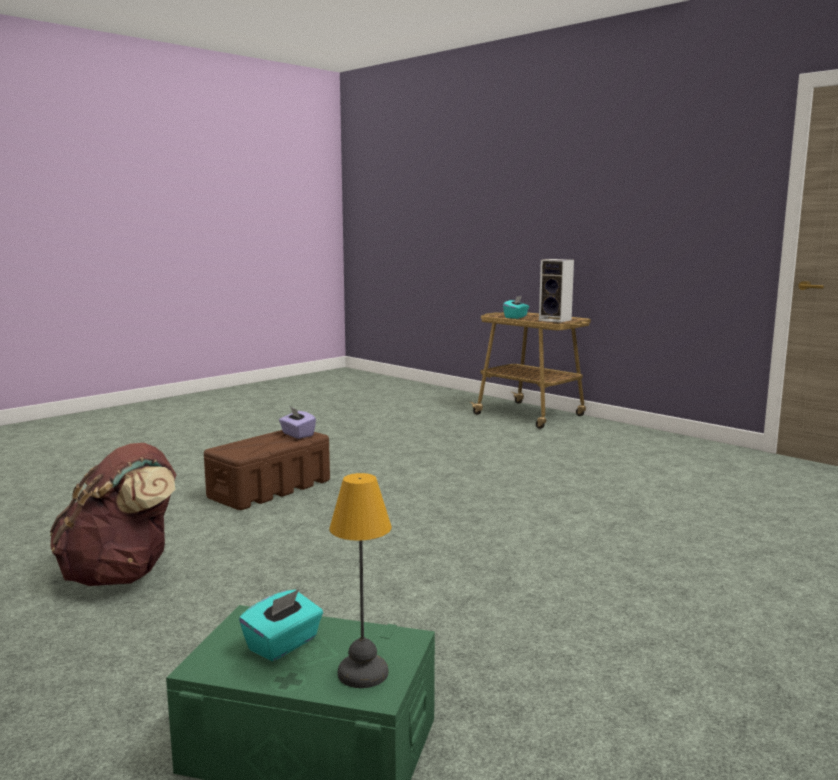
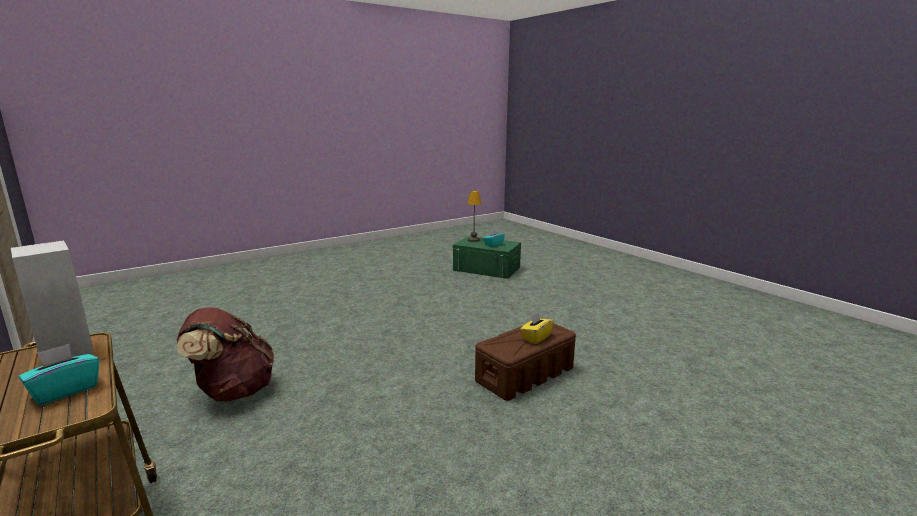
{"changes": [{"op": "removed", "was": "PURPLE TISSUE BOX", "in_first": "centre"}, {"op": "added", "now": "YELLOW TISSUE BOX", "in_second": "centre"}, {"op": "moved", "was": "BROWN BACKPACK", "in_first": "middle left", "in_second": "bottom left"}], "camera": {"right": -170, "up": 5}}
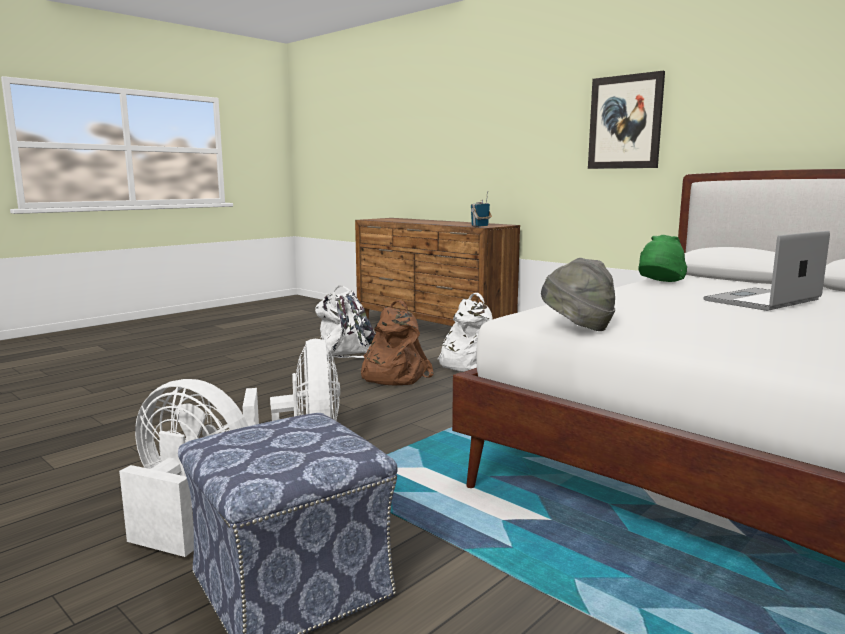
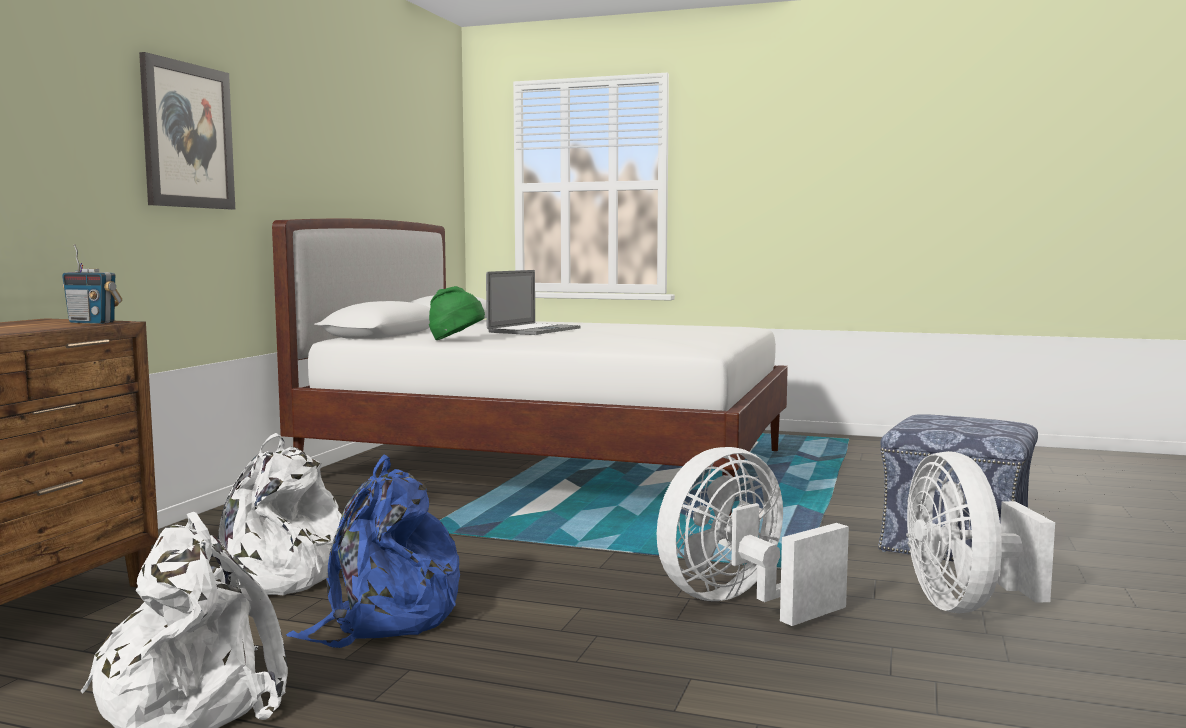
{"changes": [{"op": "removed", "was": "GREY HAT", "in_first": "middle right"}, {"op": "recoloured", "was": "BROWN BACKPACK", "now": "BLUE BACKPACK", "in_first": "centre", "in_second": "bottom left"}, {"op": "turned", "was": "LAPTOP", "in_first": "middle right", "in_second": "centre", "clockwise": -90}], "camera": {"right": -115, "up": -5}}
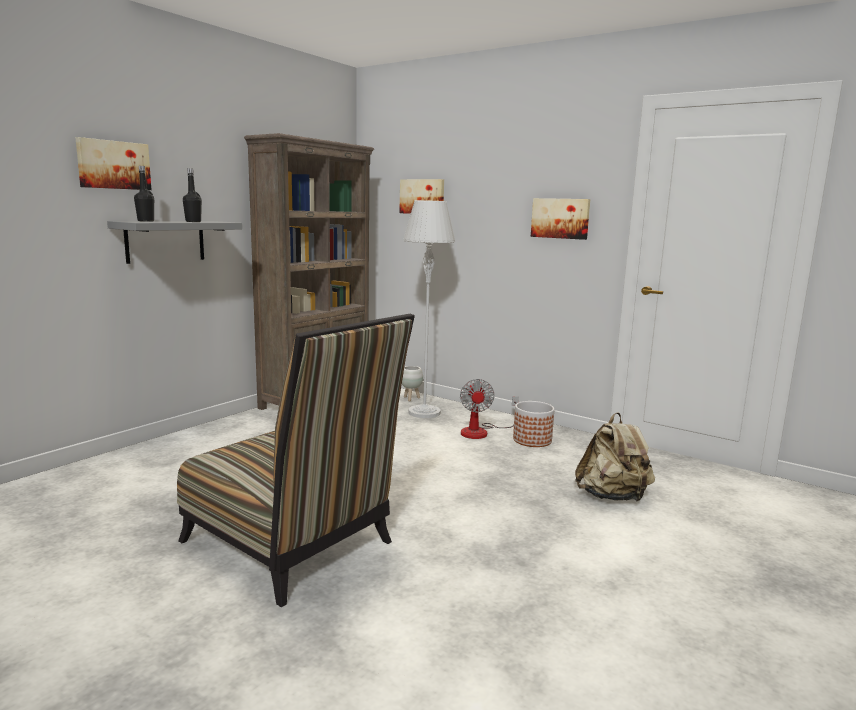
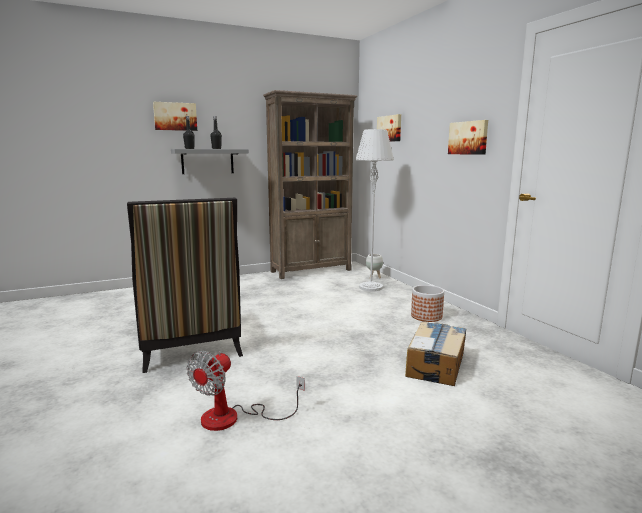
{"changes": [{"op": "moved", "was": "FAN", "in_first": "centre", "in_second": "bottom centre"}, {"op": "replaced", "was": "BEIGE BACKPACK", "now": "CARDBOARD BOX", "in_first": "middle right", "in_second": "bottom right"}], "camera": {"right": 30, "up": 0}}
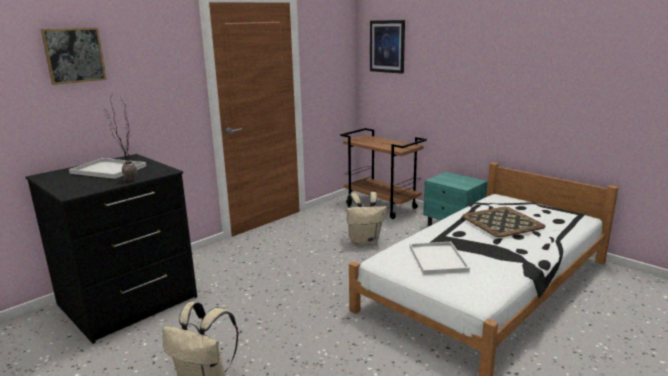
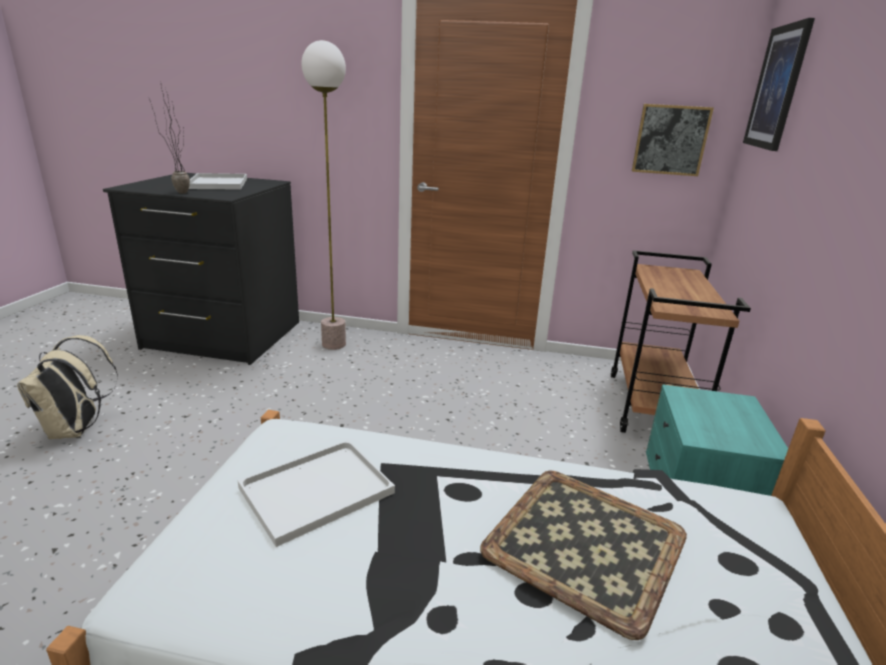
{"changes": [{"op": "removed", "was": "BEIGE BACKPACK (2nd from left)", "in_first": "centre"}, {"op": "added", "now": "FLOOR LAMP", "in_second": "top centre"}, {"op": "moved", "was": "PICTURE (1st from left)", "in_first": "top left", "in_second": "top right"}], "camera": {"right": 55, "up": 5}}
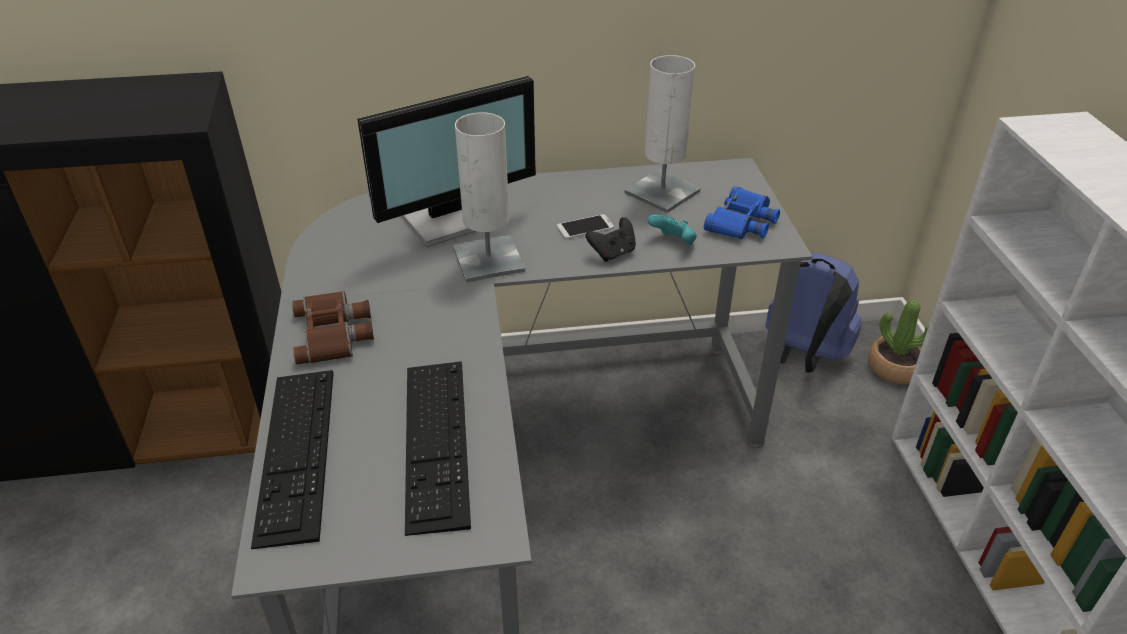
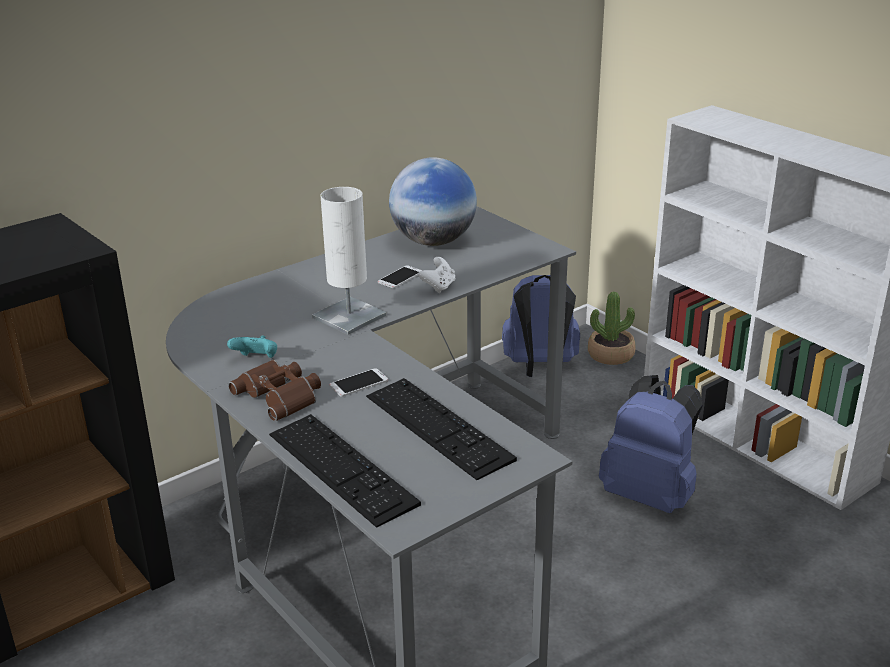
{"changes": [{"op": "removed", "was": "MONITOR", "in_first": "top centre"}, {"op": "removed", "was": "BLUE BINOCULARS", "in_first": "centre"}, {"op": "added", "now": "PHONE (1st from left)", "in_second": "centre"}, {"op": "added", "now": "BLUE BACKPACK (2nd from left)", "in_second": "middle right"}, {"op": "moved", "was": "TURQUOISE GAME CONTROLLER", "in_first": "centre", "in_second": "middle left"}, {"op": "replaced", "was": "WHITE TABLE LAMP (2nd from left)", "now": "GLOBE", "in_first": "top centre", "in_second": "top centre"}, {"op": "recoloured", "was": "BLACK GAME CONTROLLER", "now": "WHITE GAME CONTROLLER", "in_first": "centre", "in_second": "centre"}], "camera": {"right": -30, "up": -10}}
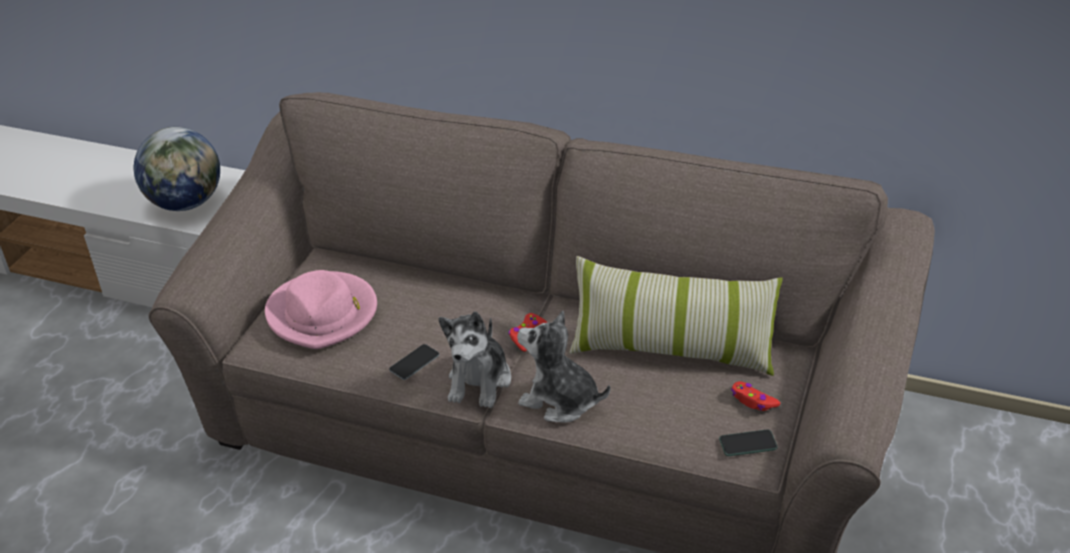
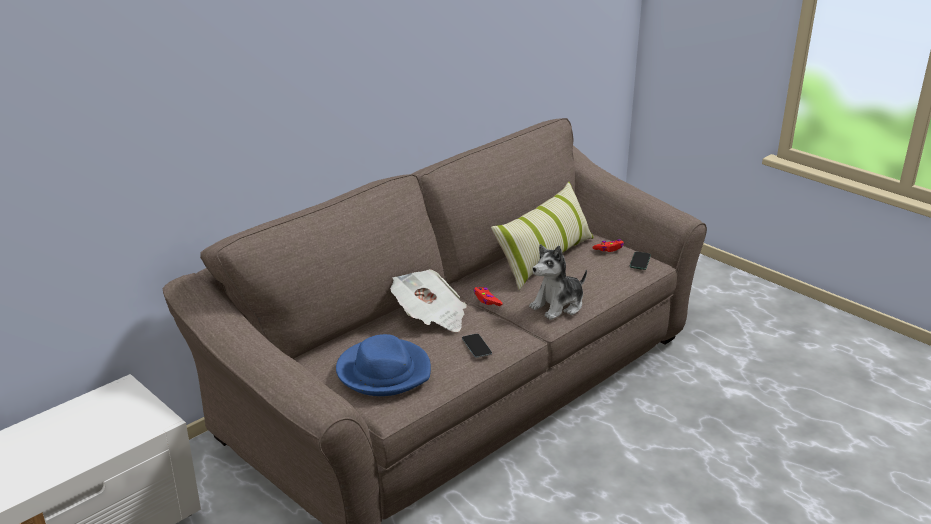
{"changes": [{"op": "removed", "was": "GLOBE", "in_first": "top left"}, {"op": "removed", "was": "PLUSH TOY (1st from left)", "in_first": "centre"}, {"op": "added", "now": "NEWSPAPER", "in_second": "centre"}, {"op": "recoloured", "was": "PINK HAT", "now": "BLUE HAT", "in_first": "middle left", "in_second": "bottom centre"}], "camera": {"right": -65, "up": -10}}
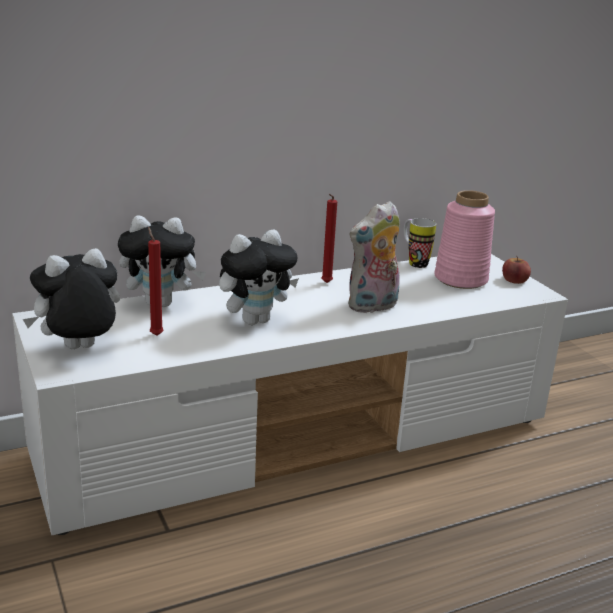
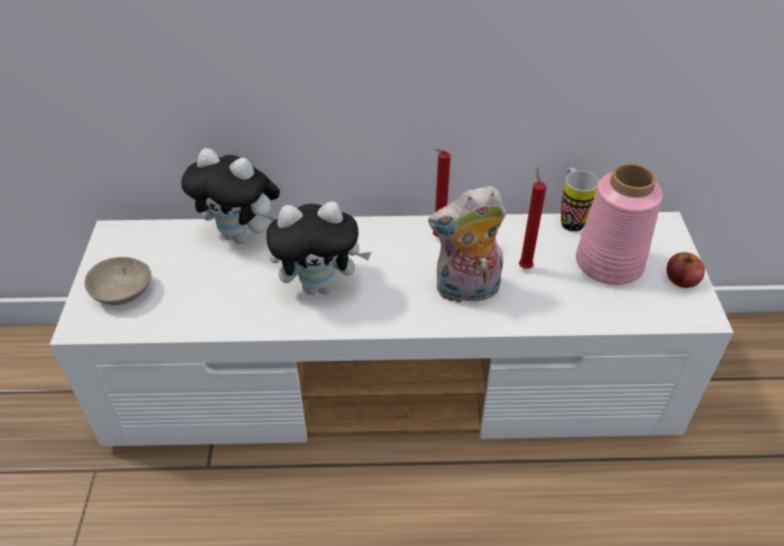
{"changes": [{"op": "moved", "was": "RED CANDLE (1st from left in the first image)", "now": "RED CANDLE (2nd from left)", "in_first": "middle left", "in_second": "middle right"}, {"op": "replaced", "was": "PLUSH TOY (1st from left)", "now": "BEIGE BOWL", "in_first": "middle left", "in_second": "middle left"}], "camera": {"right": 25, "up": 20}}
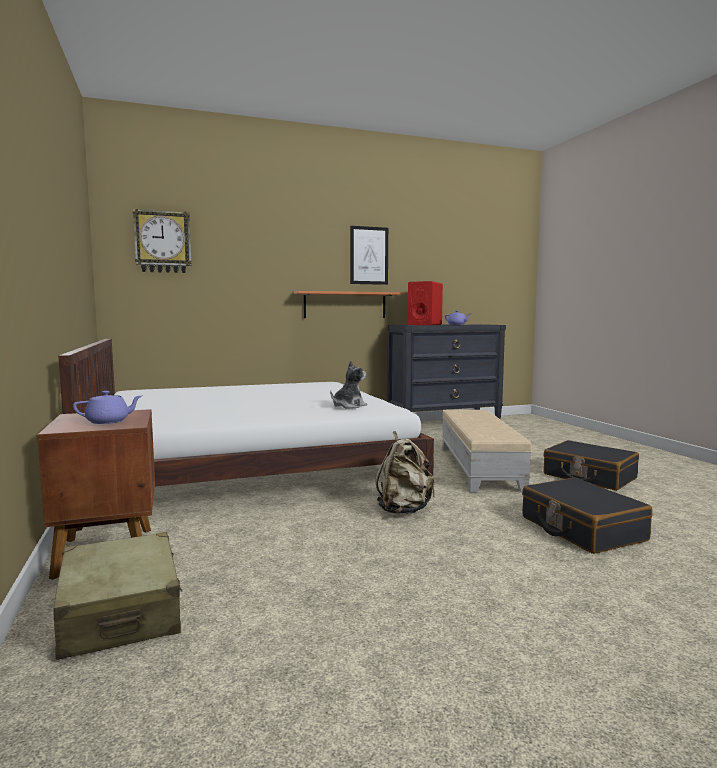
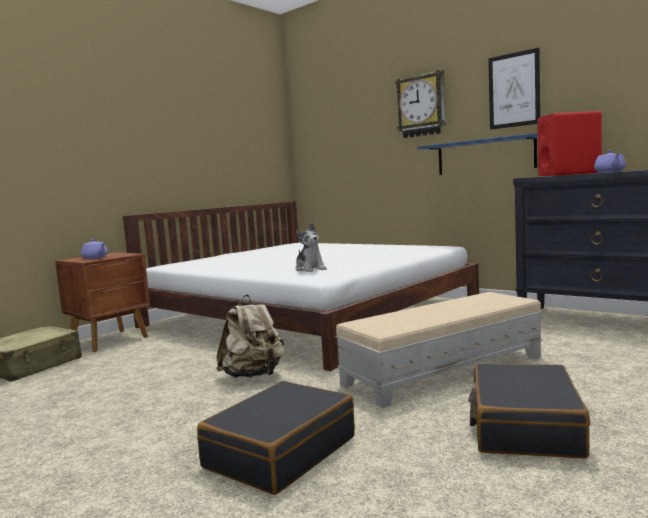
{"changes": [{"op": "moved", "was": "WALL CLOCK", "in_first": "top left", "in_second": "top centre"}, {"op": "recoloured", "was": "ORANGE SHELF", "now": "BLUE SHELF", "in_first": "centre", "in_second": "top right"}, {"op": "turned", "was": "PLUSH TOY", "in_first": "centre", "in_second": "centre", "clockwise": 45}], "camera": {"right": 60, "up": 0}}
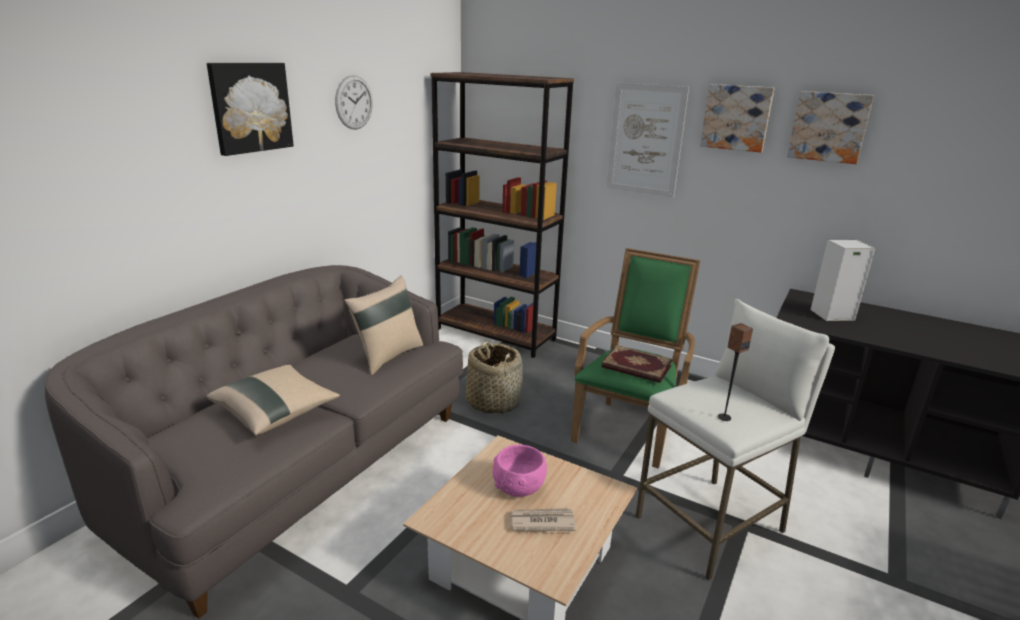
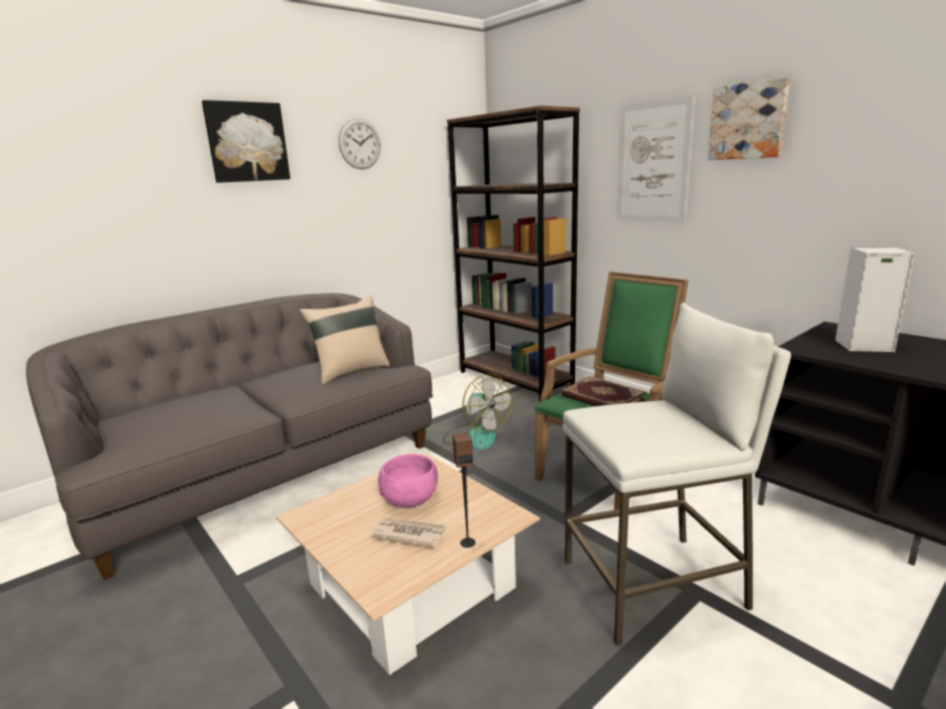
{"changes": [{"op": "removed", "was": "BEIGE PILLOW (1st from left)", "in_first": "middle left"}, {"op": "removed", "was": "PICTURE (4th from left)", "in_first": "top right"}, {"op": "moved", "was": "SPEAKER (1st from left)", "in_first": "middle right", "in_second": "bottom centre"}, {"op": "replaced", "was": "BASKET", "now": "FAN", "in_first": "centre", "in_second": "centre"}], "camera": {"right": 20, "up": -5}}
